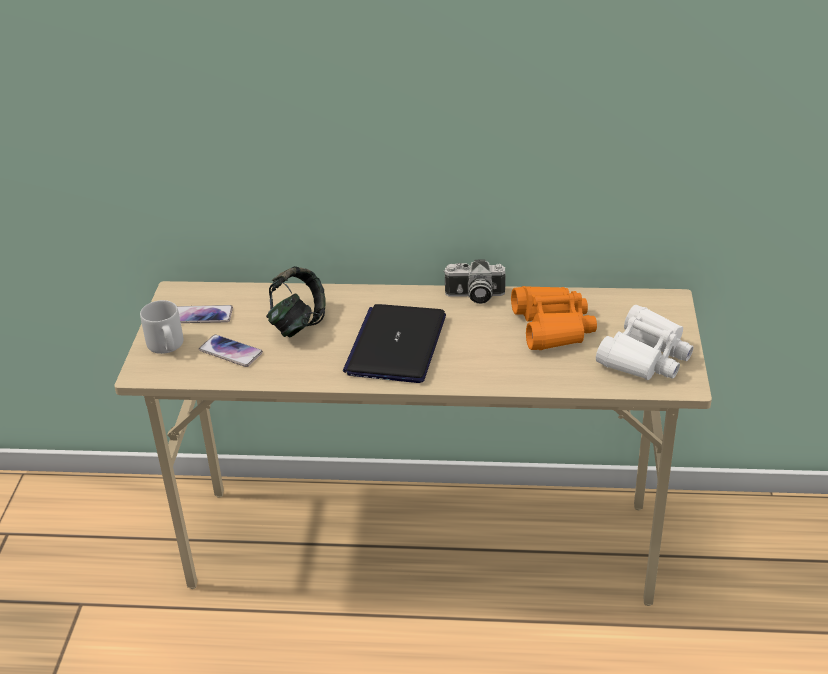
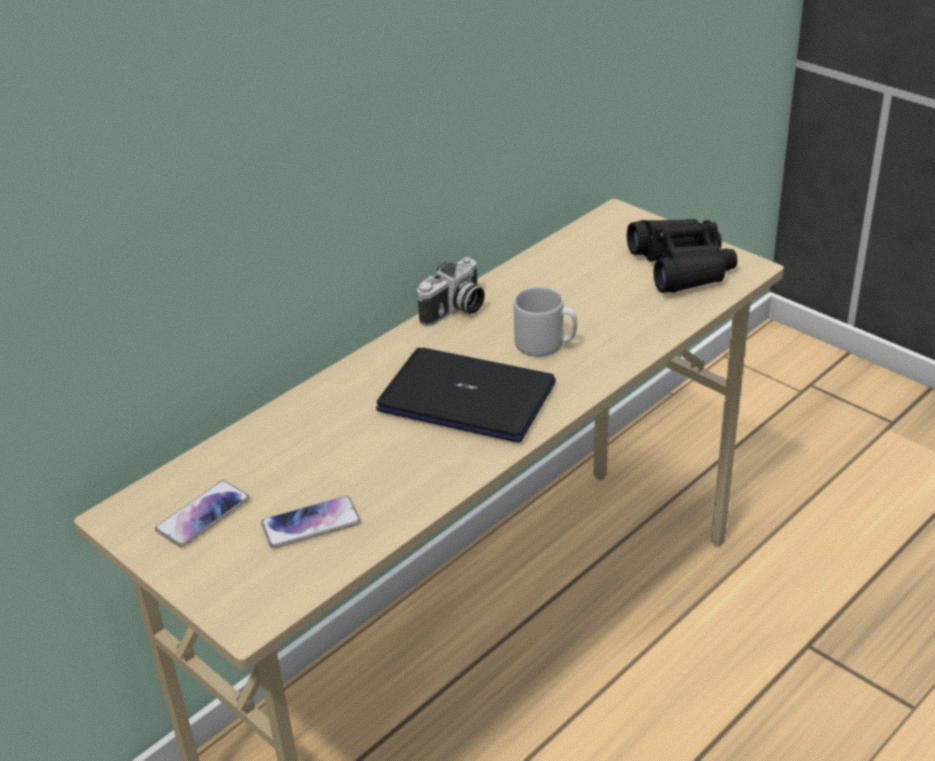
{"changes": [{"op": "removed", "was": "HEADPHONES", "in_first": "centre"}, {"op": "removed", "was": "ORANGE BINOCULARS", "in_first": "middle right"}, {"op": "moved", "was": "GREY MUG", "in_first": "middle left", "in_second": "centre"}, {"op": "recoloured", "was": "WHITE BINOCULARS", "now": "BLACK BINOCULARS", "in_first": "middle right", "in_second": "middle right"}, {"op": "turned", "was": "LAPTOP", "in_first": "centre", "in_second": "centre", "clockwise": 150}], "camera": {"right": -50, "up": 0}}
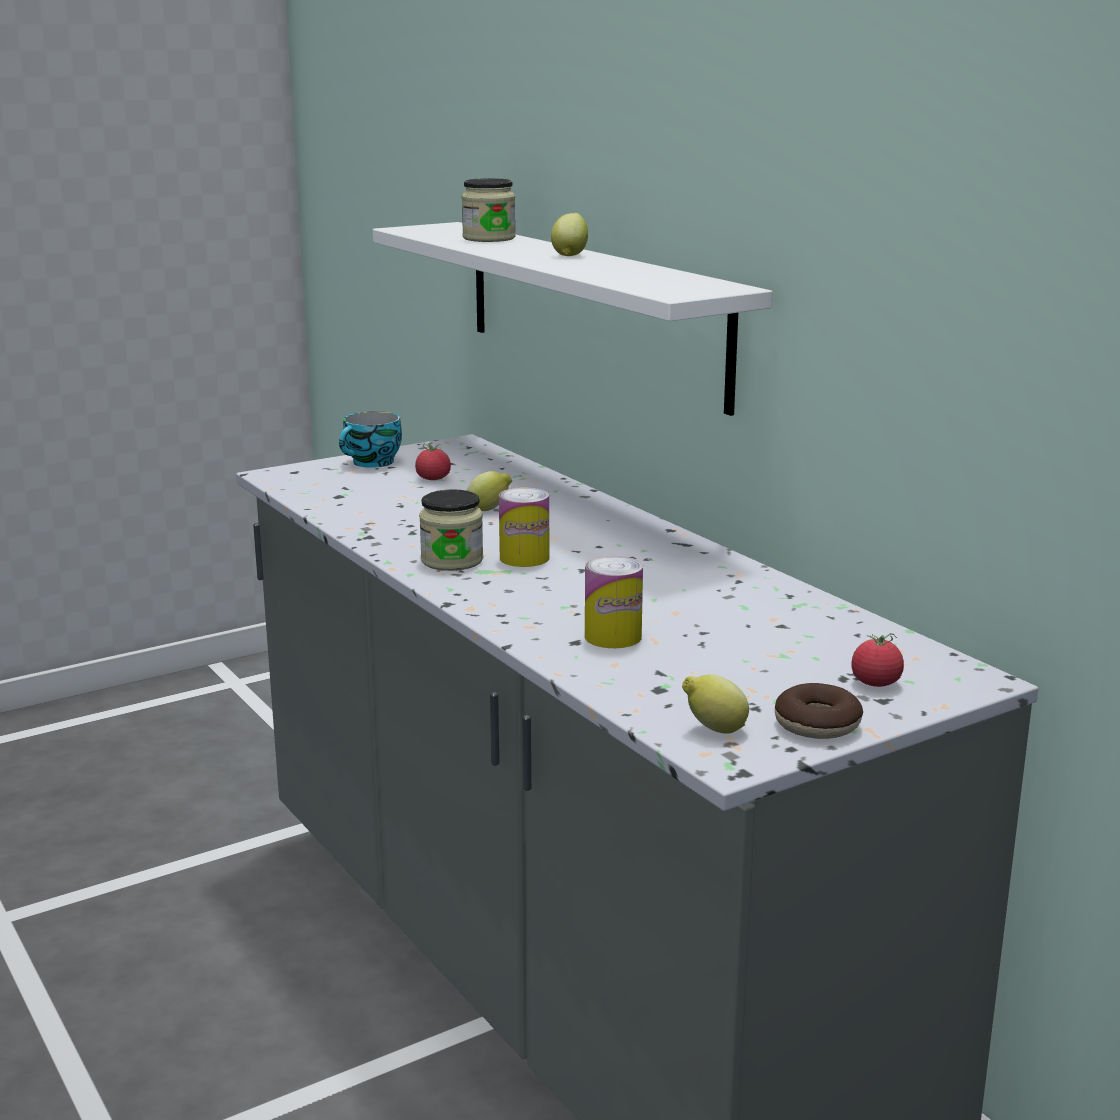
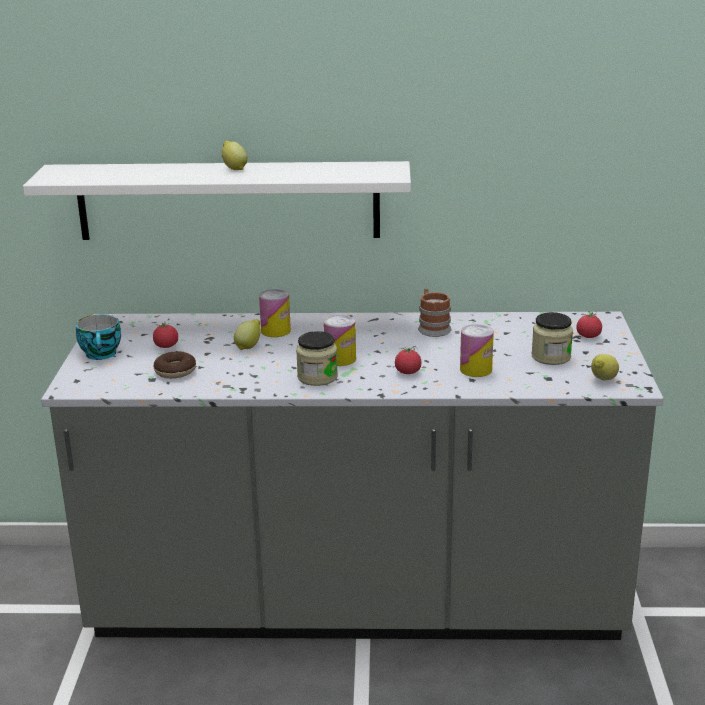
{"changes": [{"op": "added", "now": "CAN (1st from left)", "in_second": "centre"}, {"op": "added", "now": "TOMATO (2nd from left)", "in_second": "centre"}, {"op": "added", "now": "MUG", "in_second": "centre"}, {"op": "moved", "was": "JAR (2nd from left)", "in_first": "top centre", "in_second": "middle right"}, {"op": "moved", "was": "DONUT", "in_first": "middle right", "in_second": "middle left"}], "camera": {"right": -55, "up": 5}}
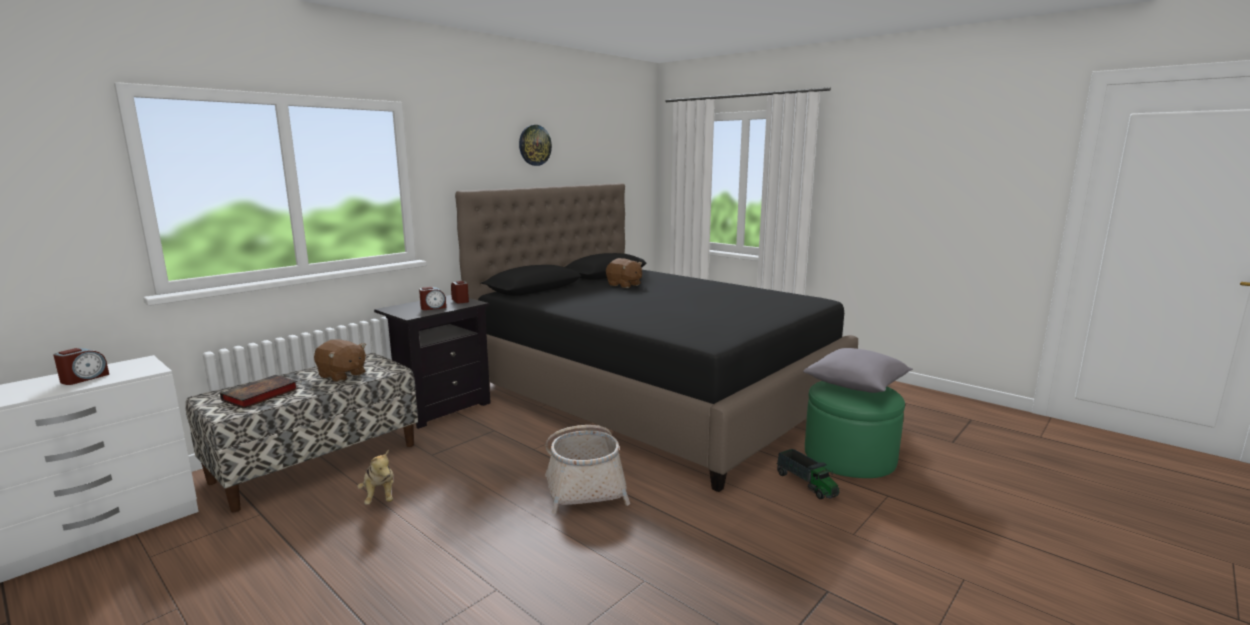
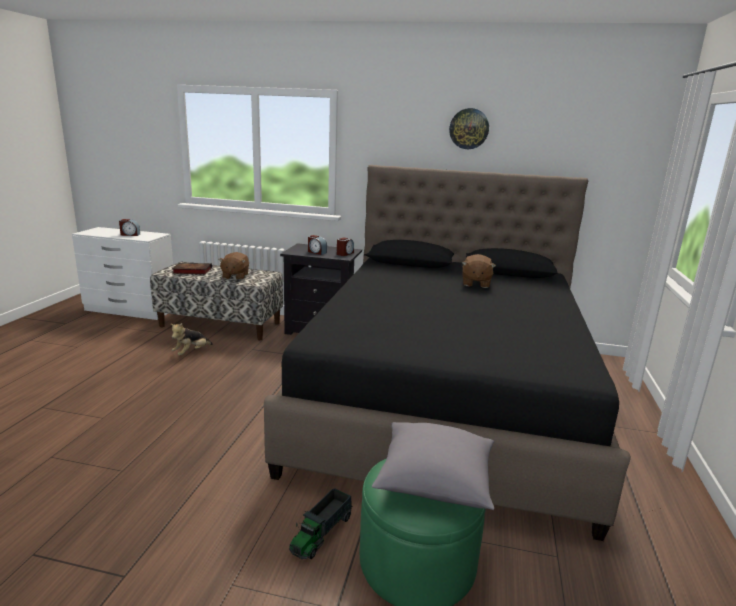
{"changes": [{"op": "removed", "was": "BASKET", "in_first": "bottom centre"}], "camera": {"right": 60, "up": 5}}
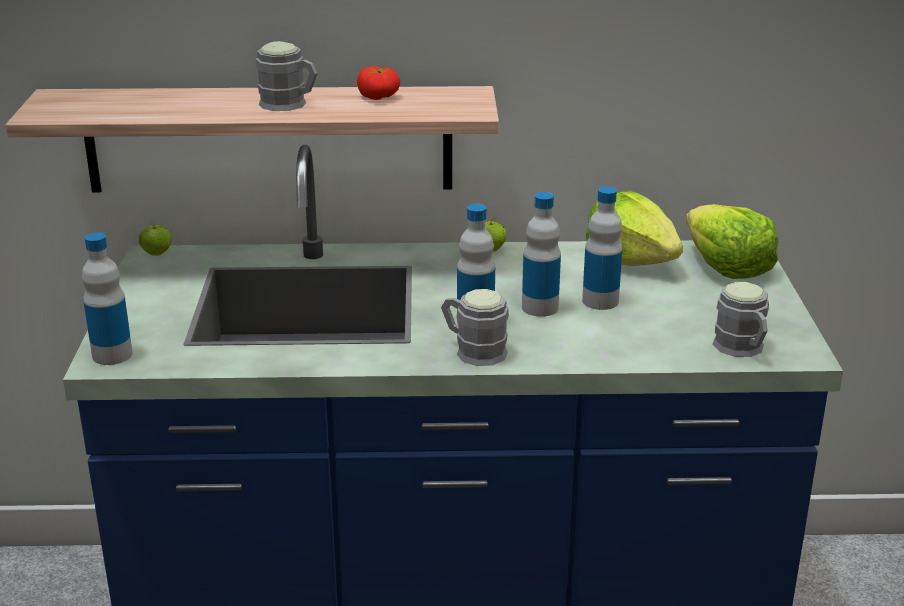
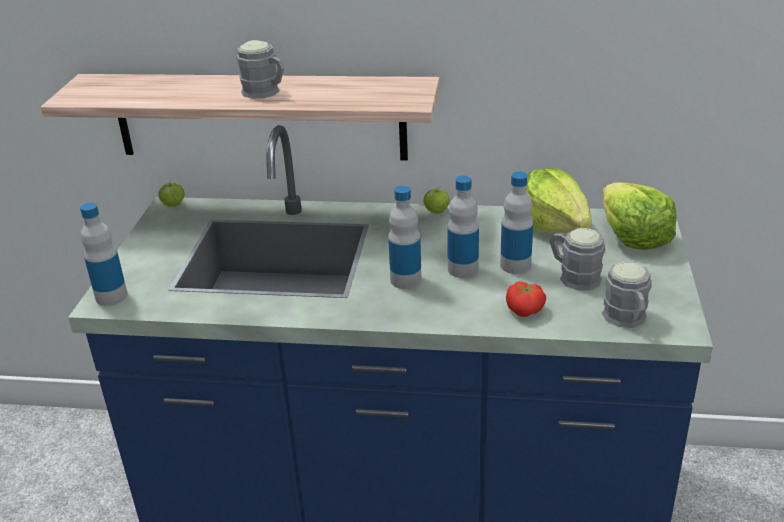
{"changes": [{"op": "moved", "was": "TOMATO", "in_first": "top centre", "in_second": "middle right"}, {"op": "moved", "was": "GREY MUG (2nd from left)", "in_first": "centre", "in_second": "middle right"}], "camera": {"right": 10, "up": 5}}
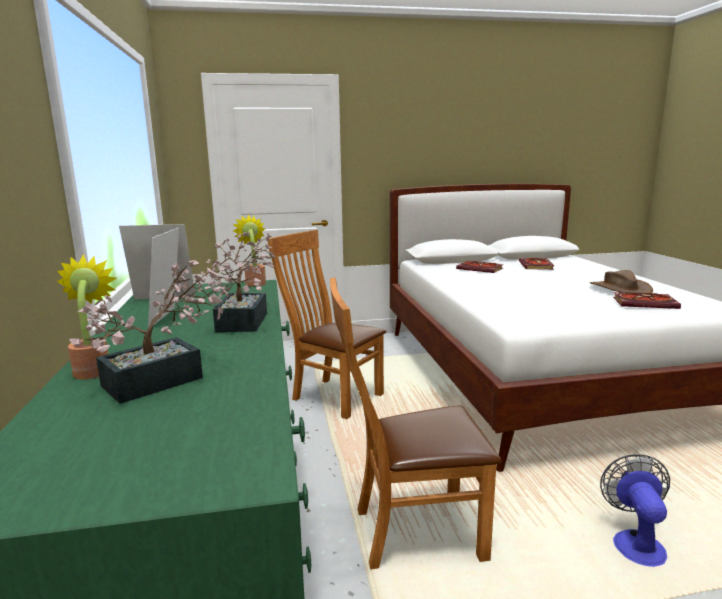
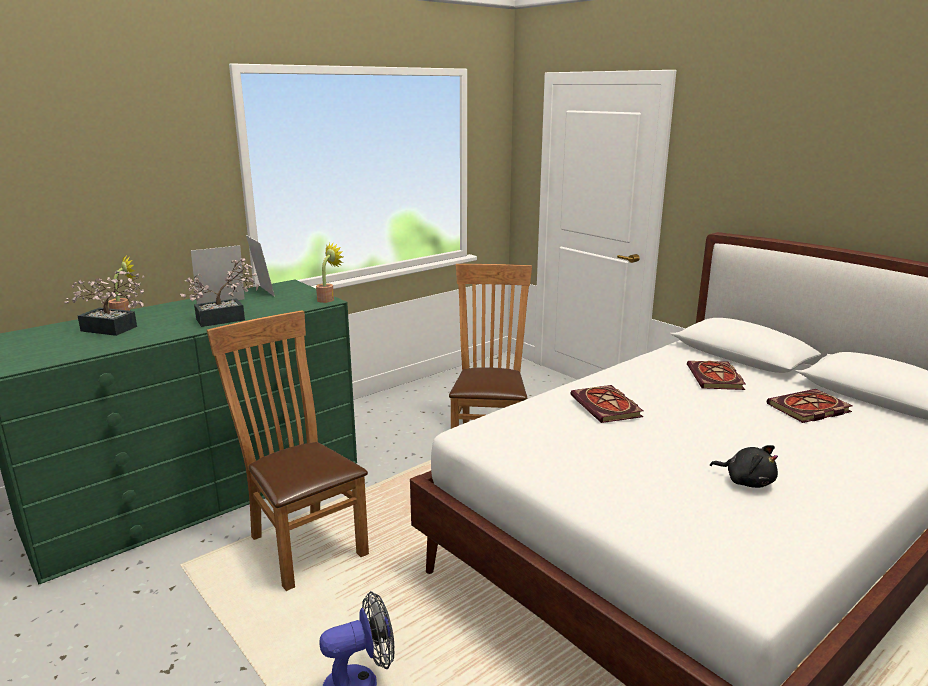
{"changes": [{"op": "moved", "was": "BOOK (3rd from left in the first image)", "now": "BOOK (1st from left)", "in_first": "middle right", "in_second": "centre"}, {"op": "replaced", "was": "BROWN HAT", "now": "BLACK PLUSH TOY", "in_first": "middle right", "in_second": "bottom right"}], "camera": {"right": 60, "up": 5}}
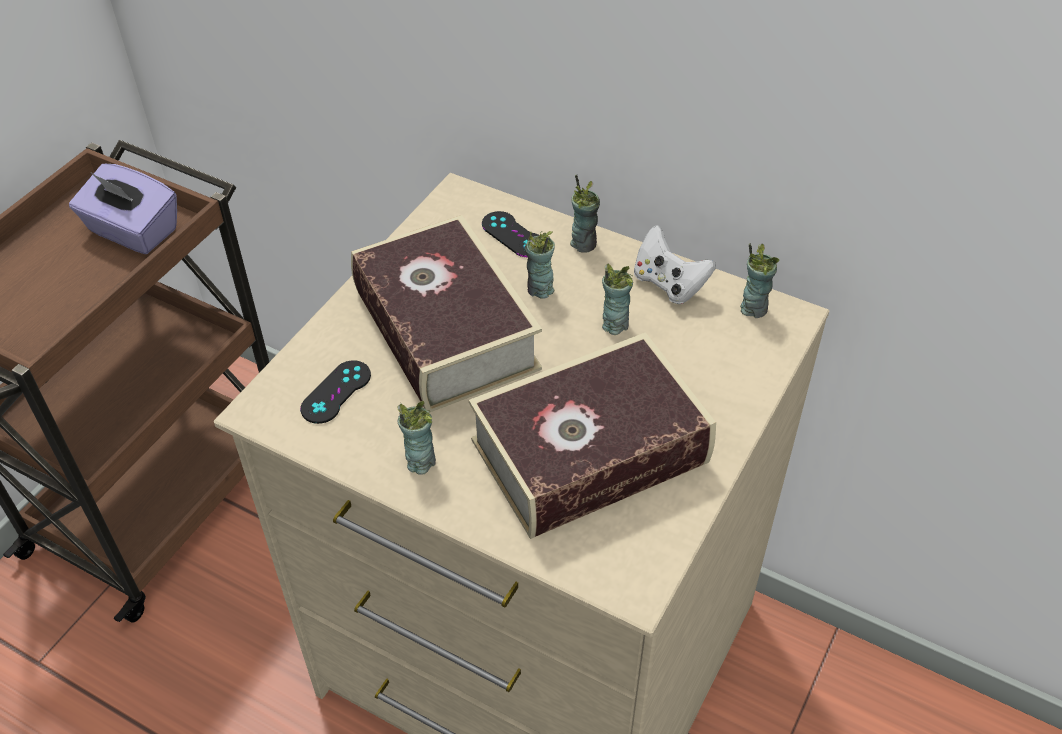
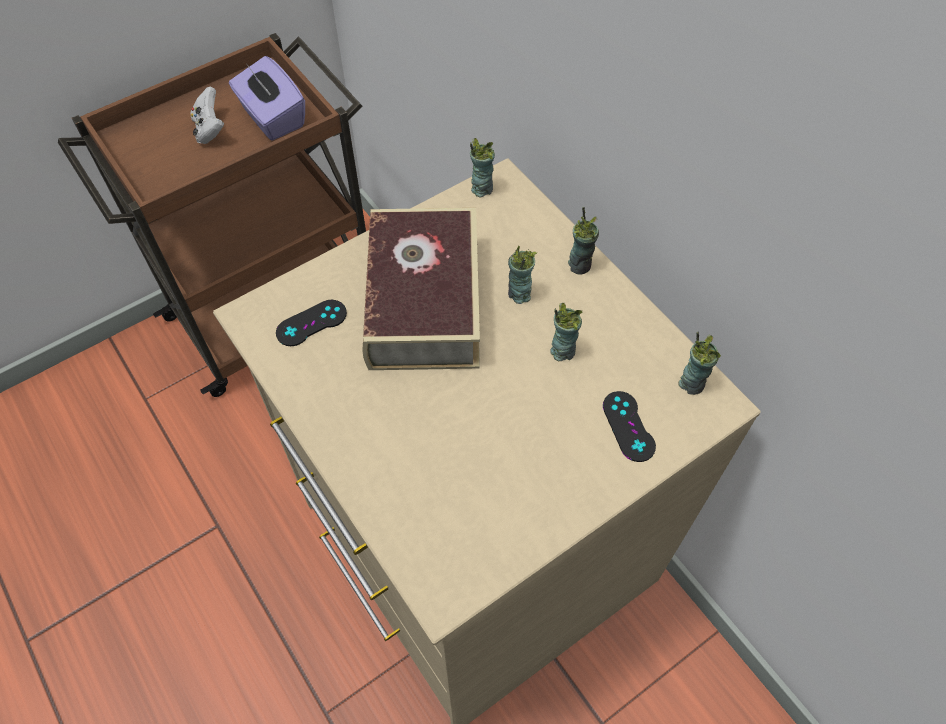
{"changes": [{"op": "removed", "was": "BOOK (2nd from left)", "in_first": "centre"}, {"op": "moved", "was": "CUP (1st from left)", "in_first": "centre", "in_second": "top centre"}, {"op": "moved", "was": "BLACK GAME CONTROLLER (2nd from left)", "in_first": "top centre", "in_second": "centre"}, {"op": "moved", "was": "WHITE GAME CONTROLLER", "in_first": "centre", "in_second": "top left"}], "camera": {"right": 25, "up": 10}}
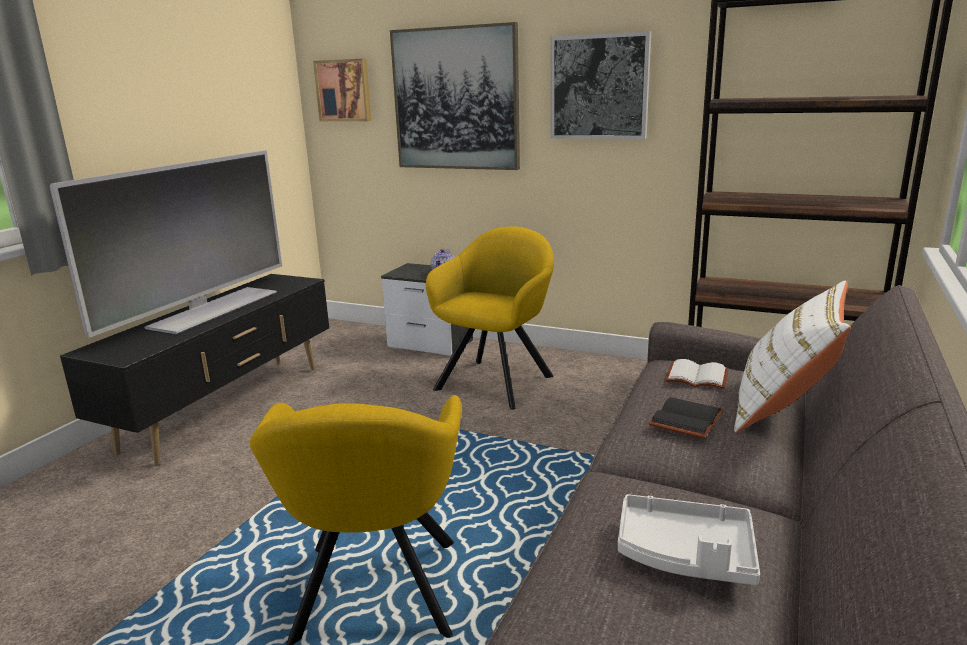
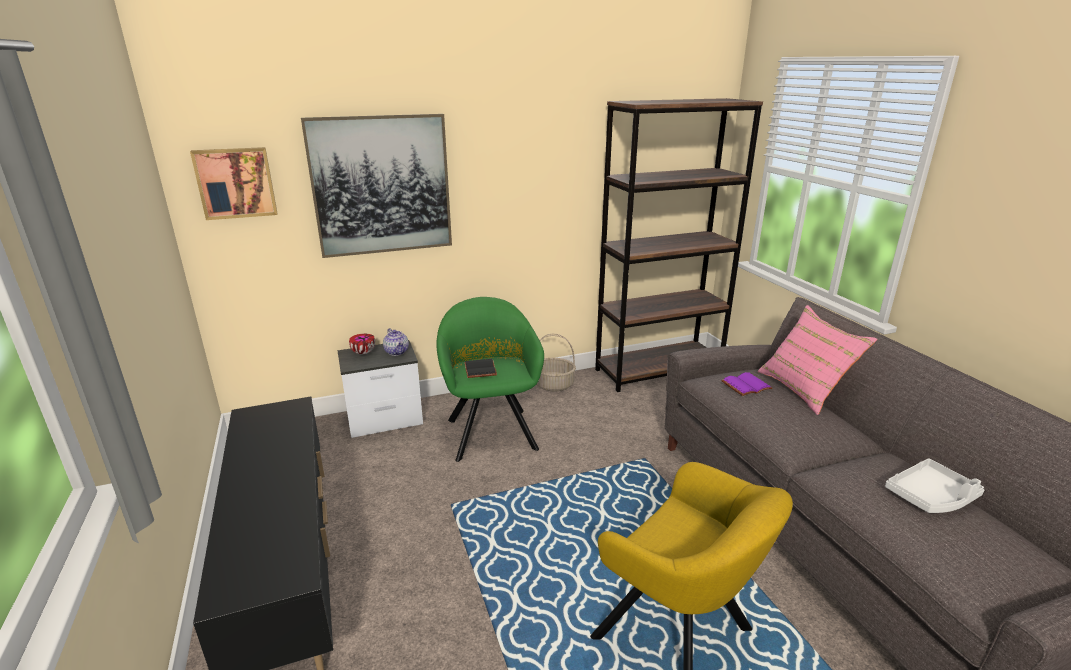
{"changes": [{"op": "removed", "was": "TELEVISION", "in_first": "middle left"}, {"op": "removed", "was": "PICTURE (3rd from left)", "in_first": "top centre"}, {"op": "added", "now": "BOWL", "in_second": "centre"}, {"op": "added", "now": "BASKET", "in_second": "centre"}, {"op": "moved", "was": "BLACK BOOK", "in_first": "middle right", "in_second": "centre"}, {"op": "recoloured", "was": "YELLOW ARMCHAIR (2nd from left)", "now": "GREEN ARMCHAIR", "in_first": "centre", "in_second": "centre"}, {"op": "recoloured", "was": "WHITE BOOK", "now": "PURPLE BOOK", "in_first": "middle right", "in_second": "middle right"}, {"op": "recoloured", "was": "WHITE PILLOW", "now": "PINK PILLOW", "in_first": "middle right", "in_second": "middle right"}], "camera": {"right": -45, "up": 5}}
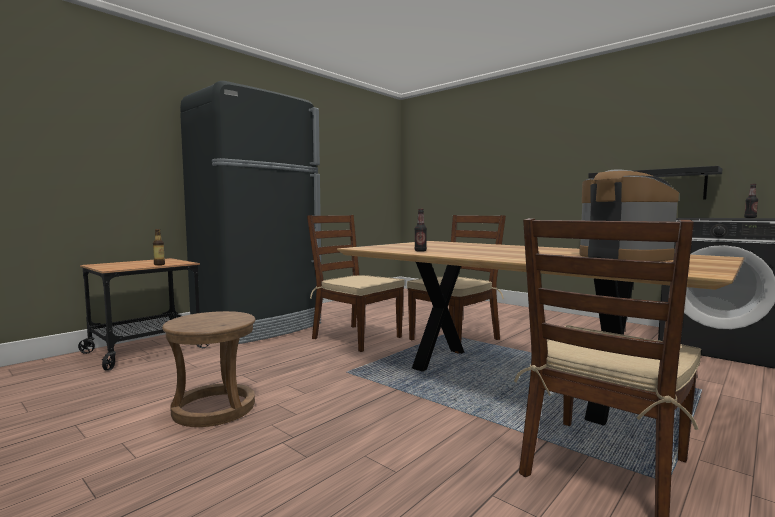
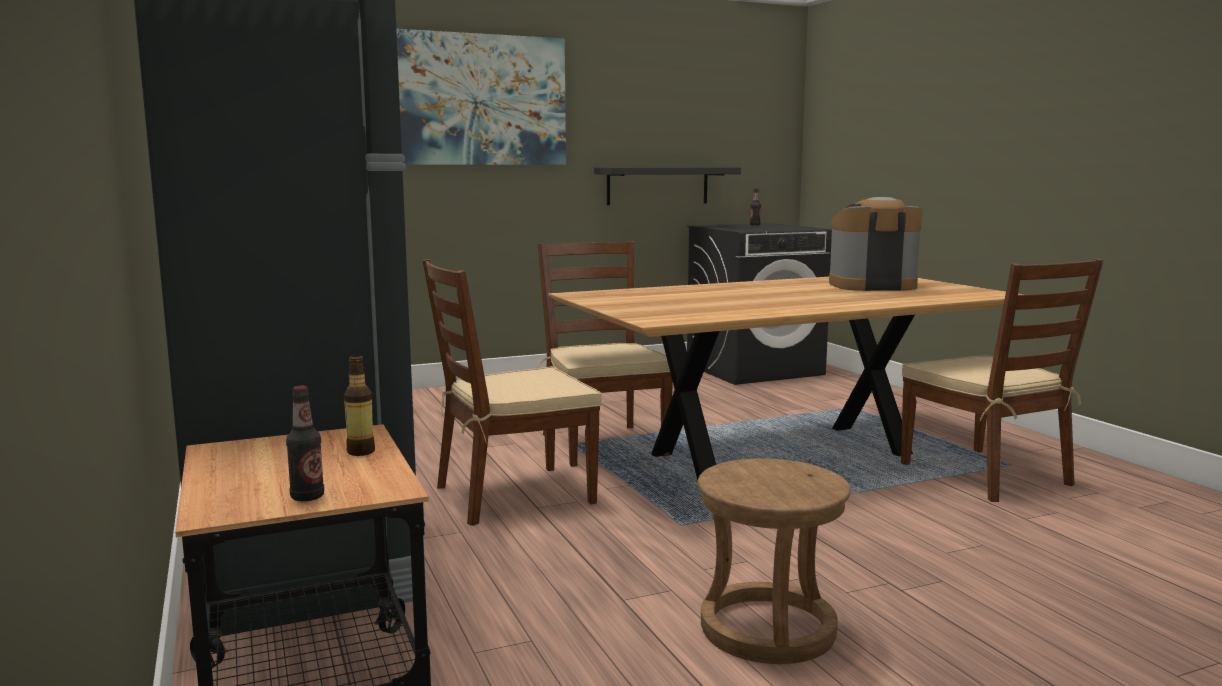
{"changes": [{"op": "added", "now": "PICTURE", "in_second": "top centre"}, {"op": "moved", "was": "BOTTLE (2nd from left in the first image)", "now": "BOTTLE (1st from left)", "in_first": "centre", "in_second": "middle left"}], "camera": {"right": -65, "up": 5}}
